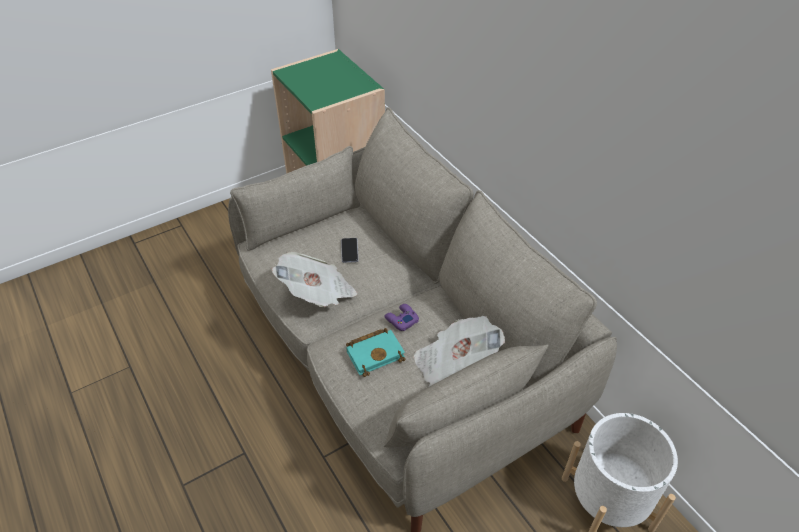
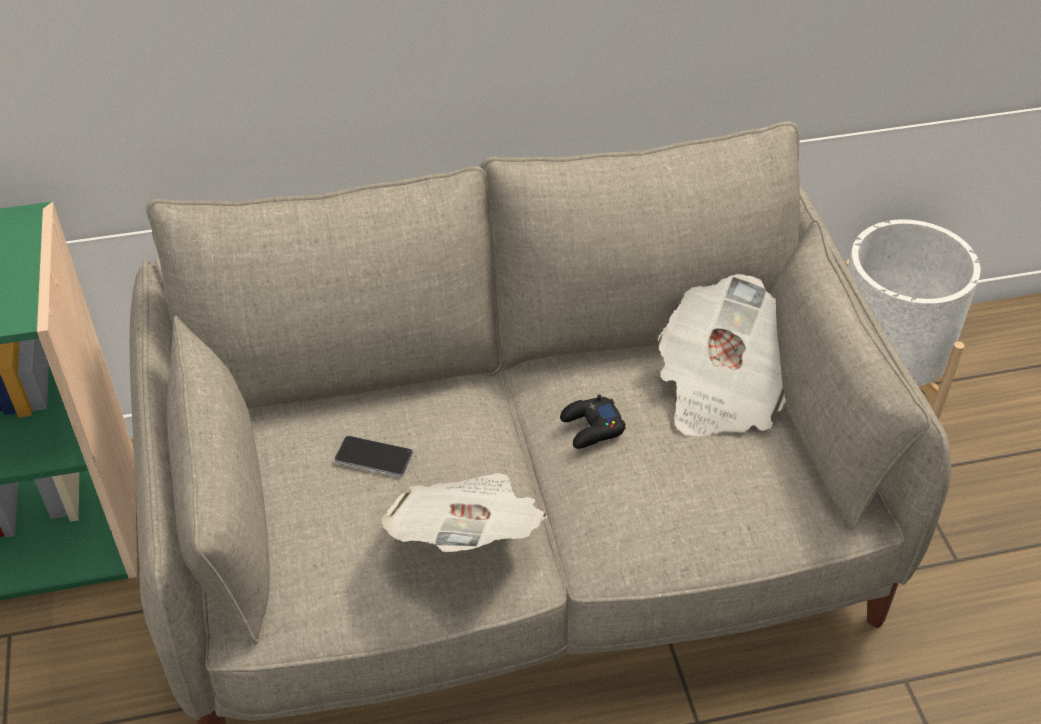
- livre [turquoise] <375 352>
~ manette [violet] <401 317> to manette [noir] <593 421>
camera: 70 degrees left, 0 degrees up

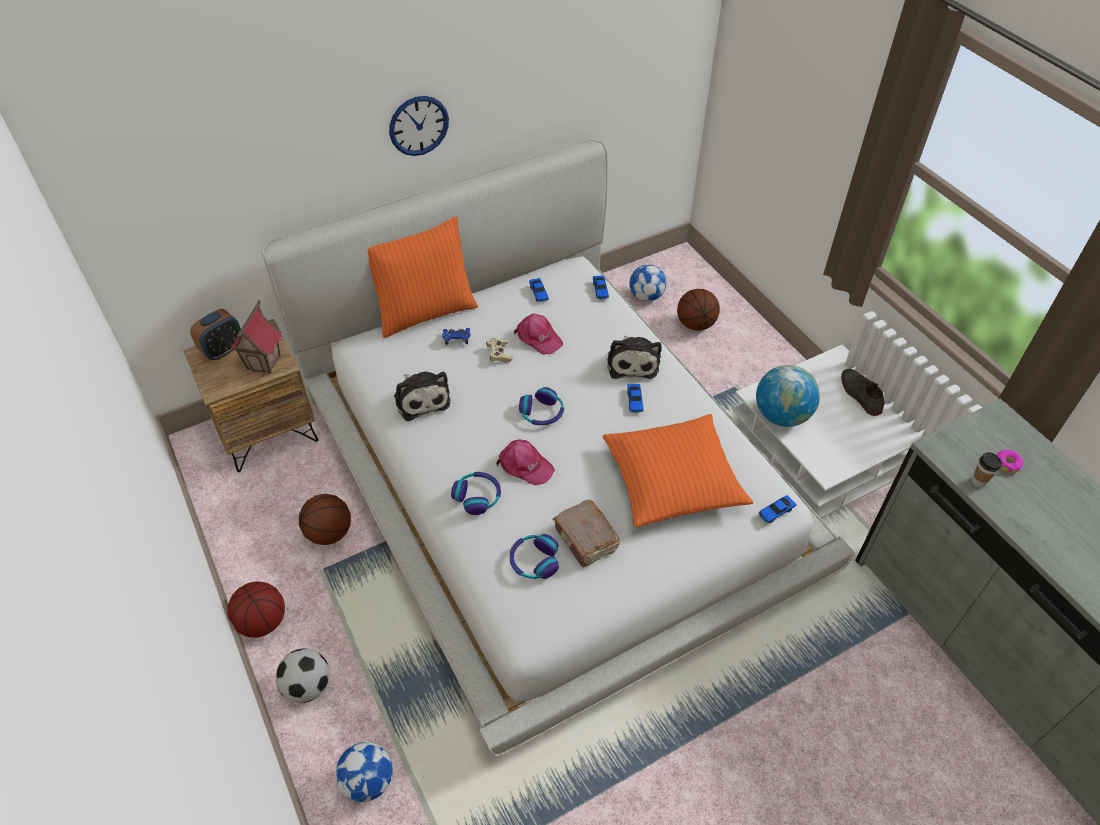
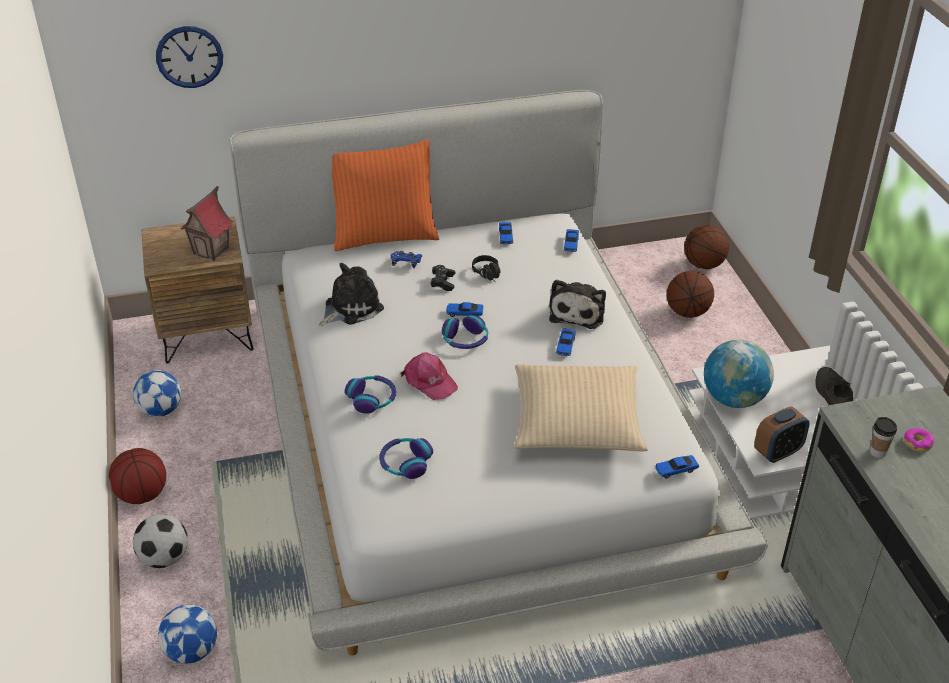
~ réveil <215 334> to <782 434>
~ ballon de basket <325 519> to <706 247>
~ horloge murale <419 126> to <189 57>
~ peluche <422 396> = <352 294> 120 degrees counterclockwise
~ manette [beige] <499 350> to manette [noir] <443 278>
~ casquette [rose] <538 334> to casque audio [noir] <486 268>
- livre [marron] <586 534>
~ coussin [orange] <678 470> to coussin [beige] <581 408>
~ ballon de foot <648 283> to <157 393>
+ petite voiture <464 309>
camera: 15 degrees right, 10 degrees down

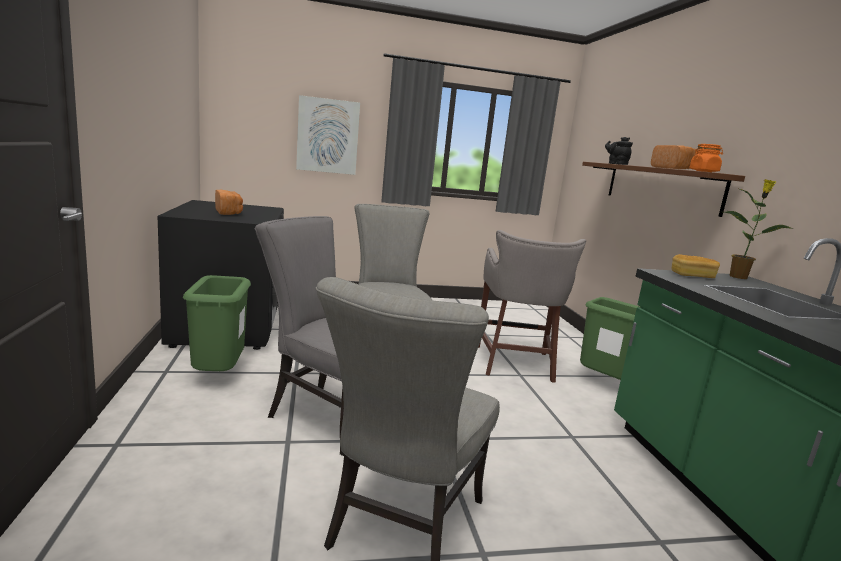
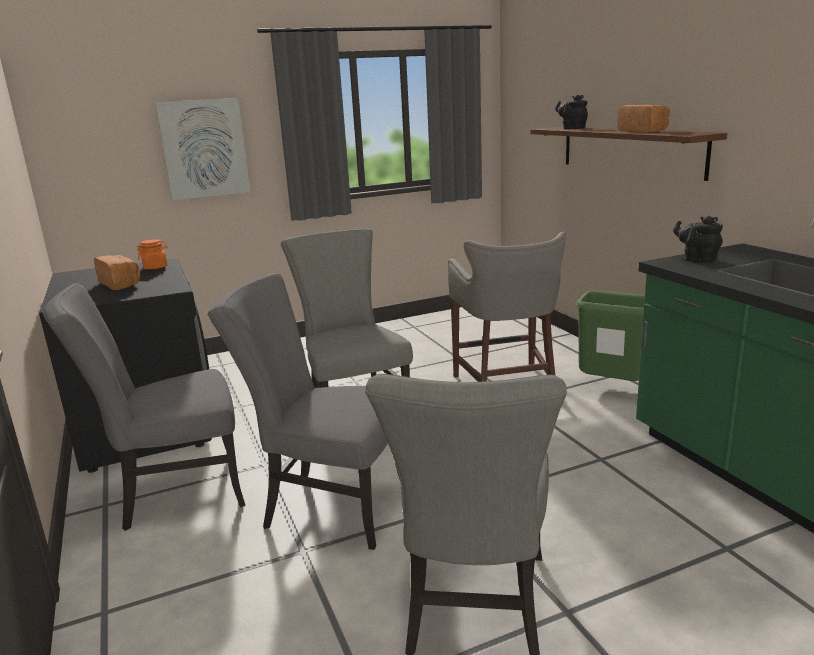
~ poubelle [vert] <217 323> to chaise [gris] <144 407>
~ pain <696 266> to théière [noir] <698 239>
~ bocal [orange] <706 158> to <152 254>
- plante en pot <759 229>
camera: 10 degrees left, 5 degrees up

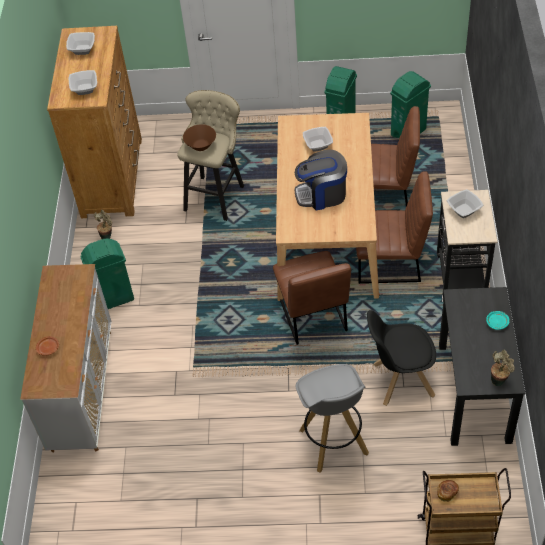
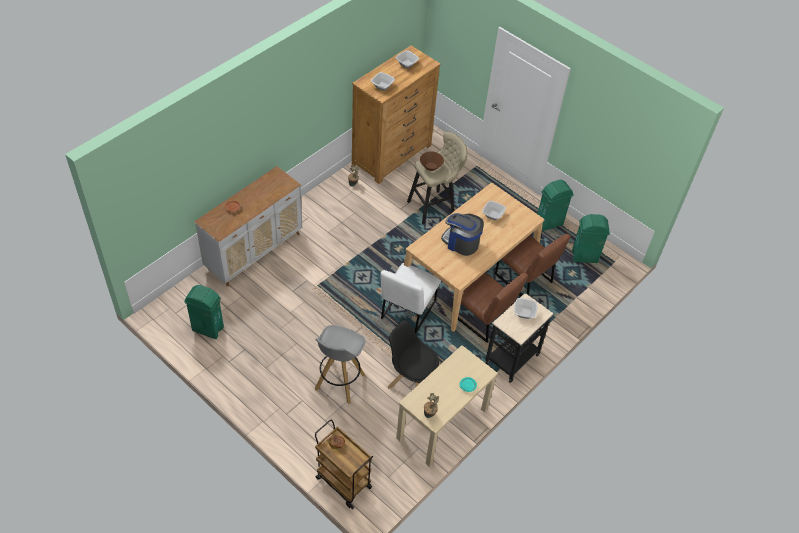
~ poubelle [vert] <107 274> to <204 312>
~ chaise [marron] <312 298> to chaise [blanc] <410 298>
~ bureau [noir] <482 366> to bureau [beige] <447 406>
camera: 35 degrees right, 0 degrees up

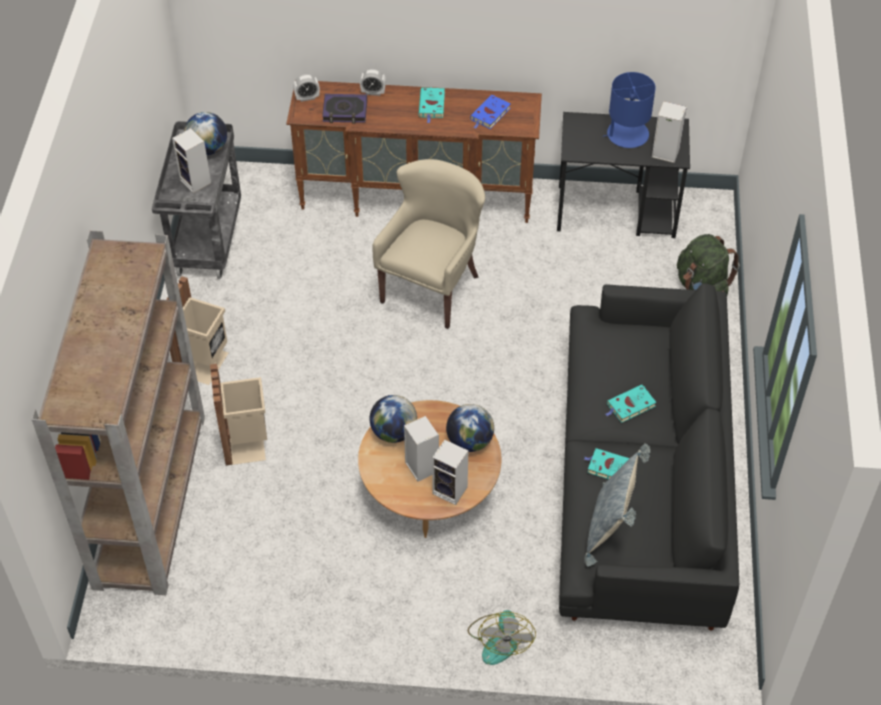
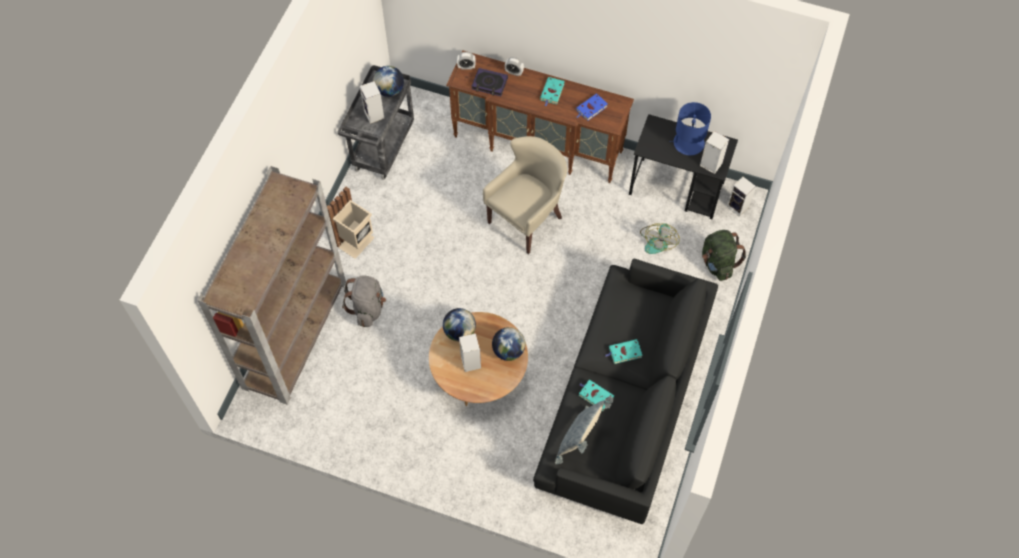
~ poubelle [beige] <238 415> to sac à dos [gris] <364 301>
~ enceinte <450 472> to <741 197>
~ ventilateur <502 637> to <660 238>
camera: 15 degrees right, 10 degrees up

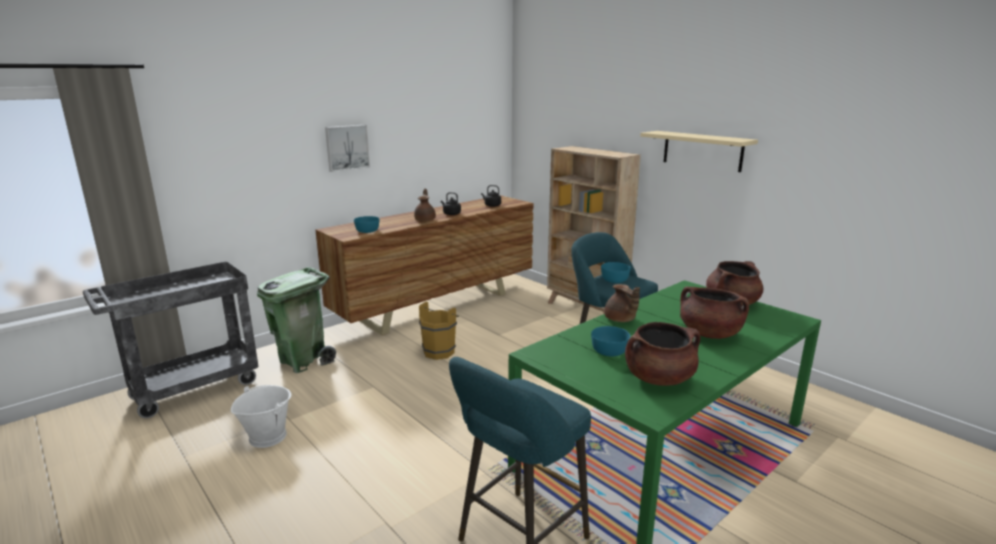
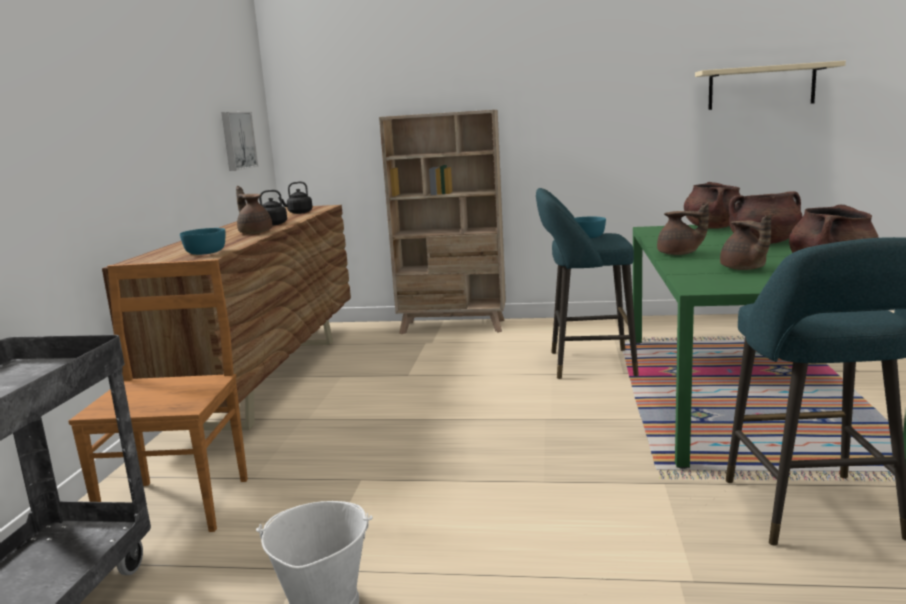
~ poubelle [vert] <296 320> to chaise [marron] <158 395>
~ tableau <347 148> to <239 141>
- seau [marron] <439 330>
~ bol [turquoise] <610 341> to théière [marron] <745 242>
~ étagère [beige] <699 151> to <770 85>
camera: 40 degrees left, 5 degrees down

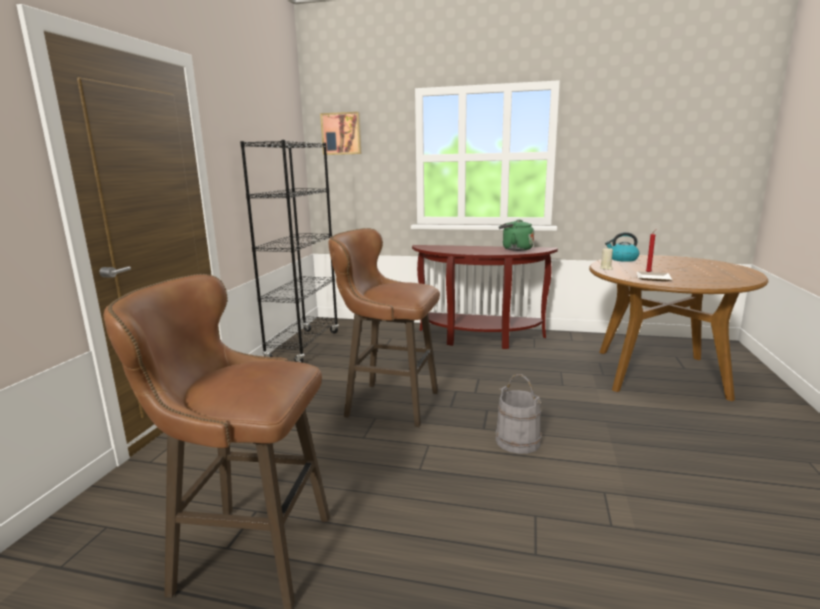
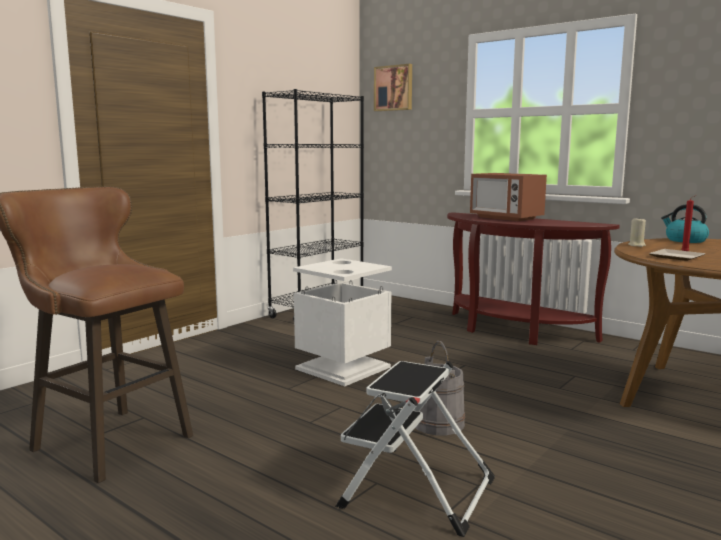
~ tabouret [marron] <384 327> to poubelle [blanc] <342 322>
- bouilloire [vert] <516 235>
+ escabeau <415 449>
+ micro-ondes <508 197>
camera: 25 degrees right, 5 degrees down

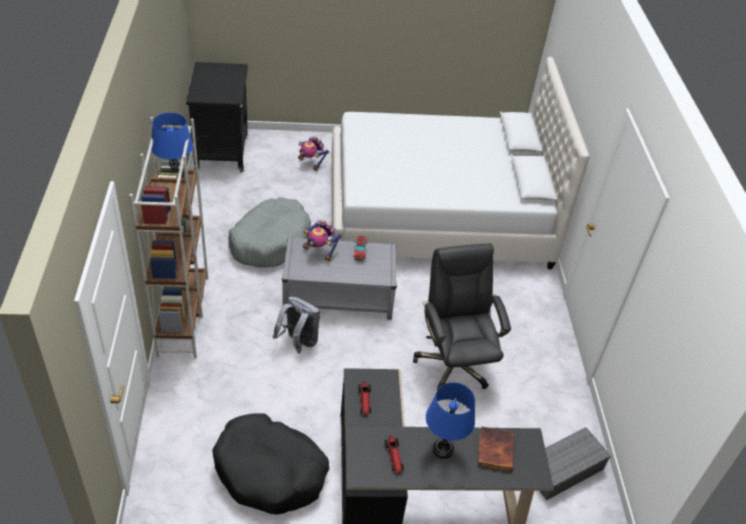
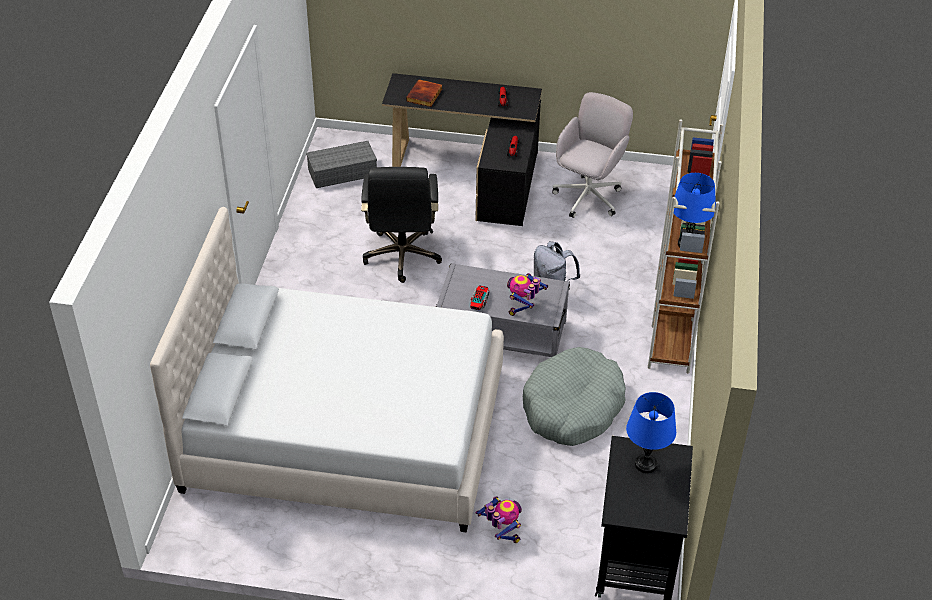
~ panier pour chien [noir] <270 464> to chaise de bureau [gris] <592 155>
~ robot jouet <322 240> = <527 294> 105 degrees counterclockwise
~ lampe de table [bleu] <450 420> to <651 432>
camera: 165 degrees left, 0 degrees up

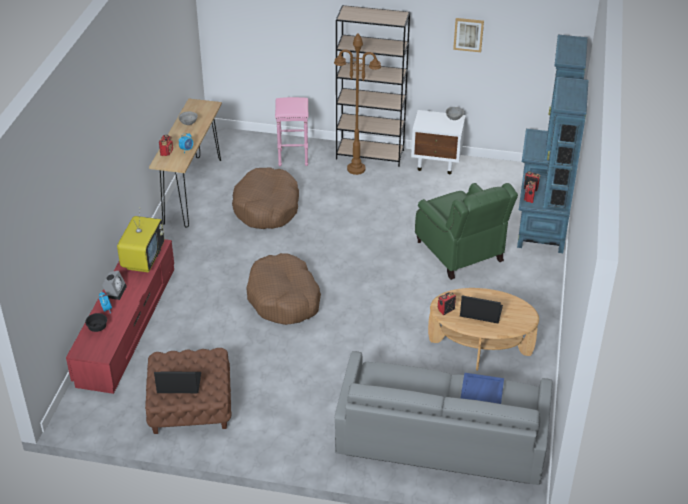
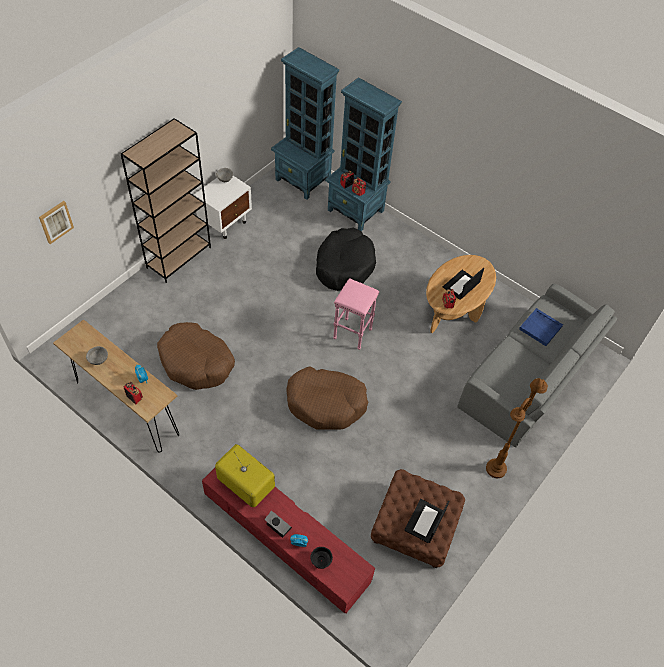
~ tabouret [rose] <291 131> to <356 314>
~ lampadaire [marron] <357 104> to <517 428>
~ fauteuil [vert] <466 231> to panier pour chien [noir] <346 259>
~ tableau <468 35> to <56 222>
camera: 65 degrees left, 15 degrees up

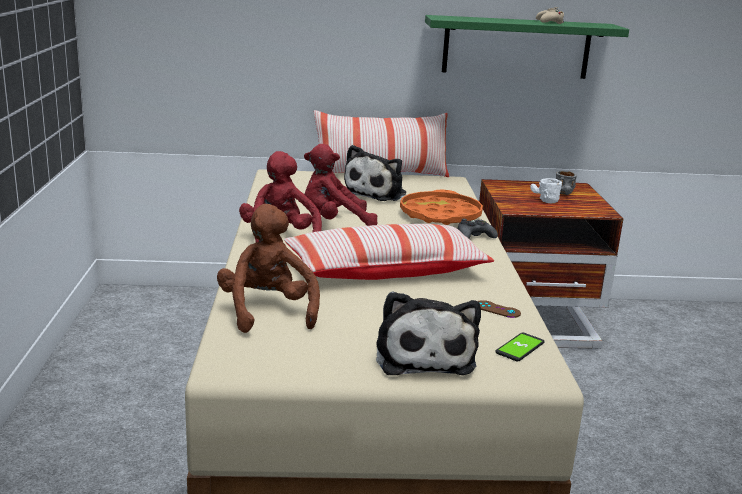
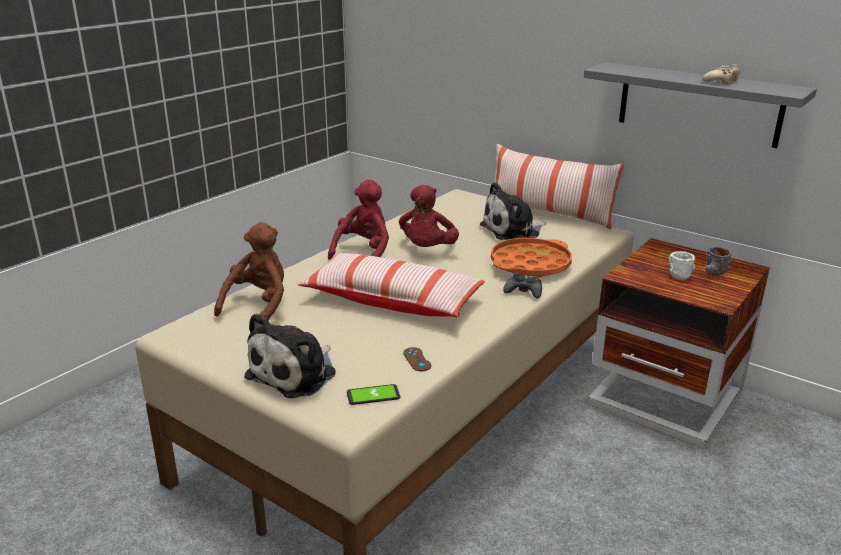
~ peluche [rouge] <341 185> = <429 216> 105 degrees counterclockwise
~ étagère [vert] <527 47> to étagère [gris] <700 105>
camera: 40 degrees right, 5 degrees up

